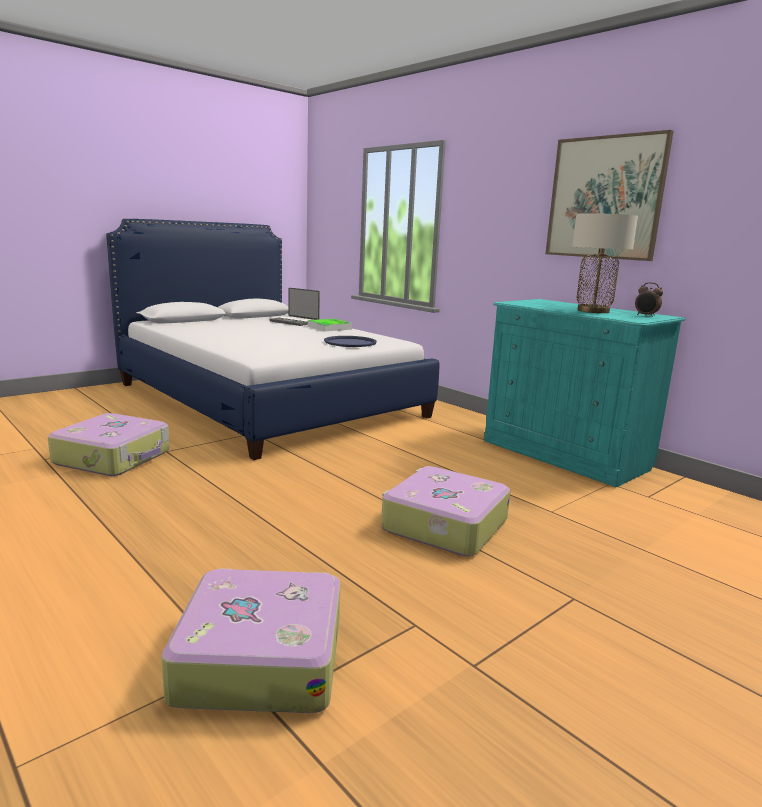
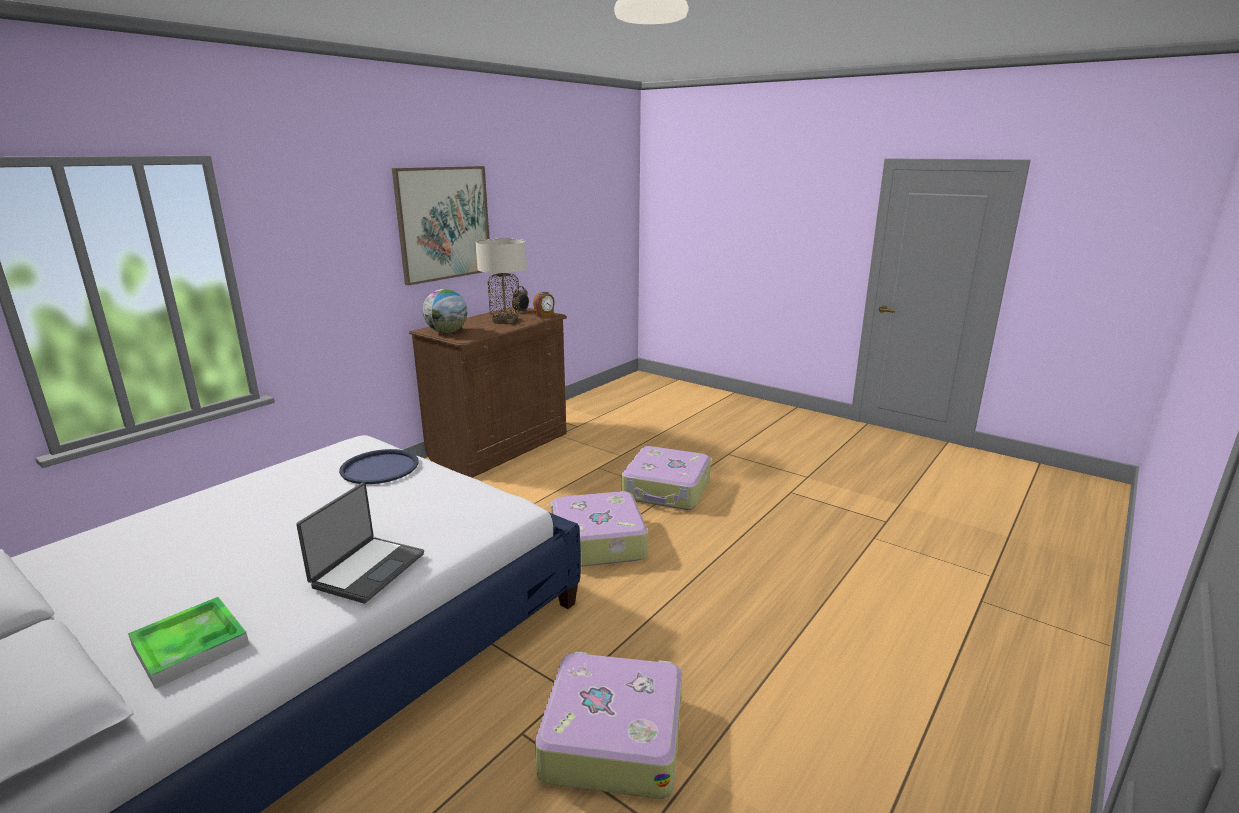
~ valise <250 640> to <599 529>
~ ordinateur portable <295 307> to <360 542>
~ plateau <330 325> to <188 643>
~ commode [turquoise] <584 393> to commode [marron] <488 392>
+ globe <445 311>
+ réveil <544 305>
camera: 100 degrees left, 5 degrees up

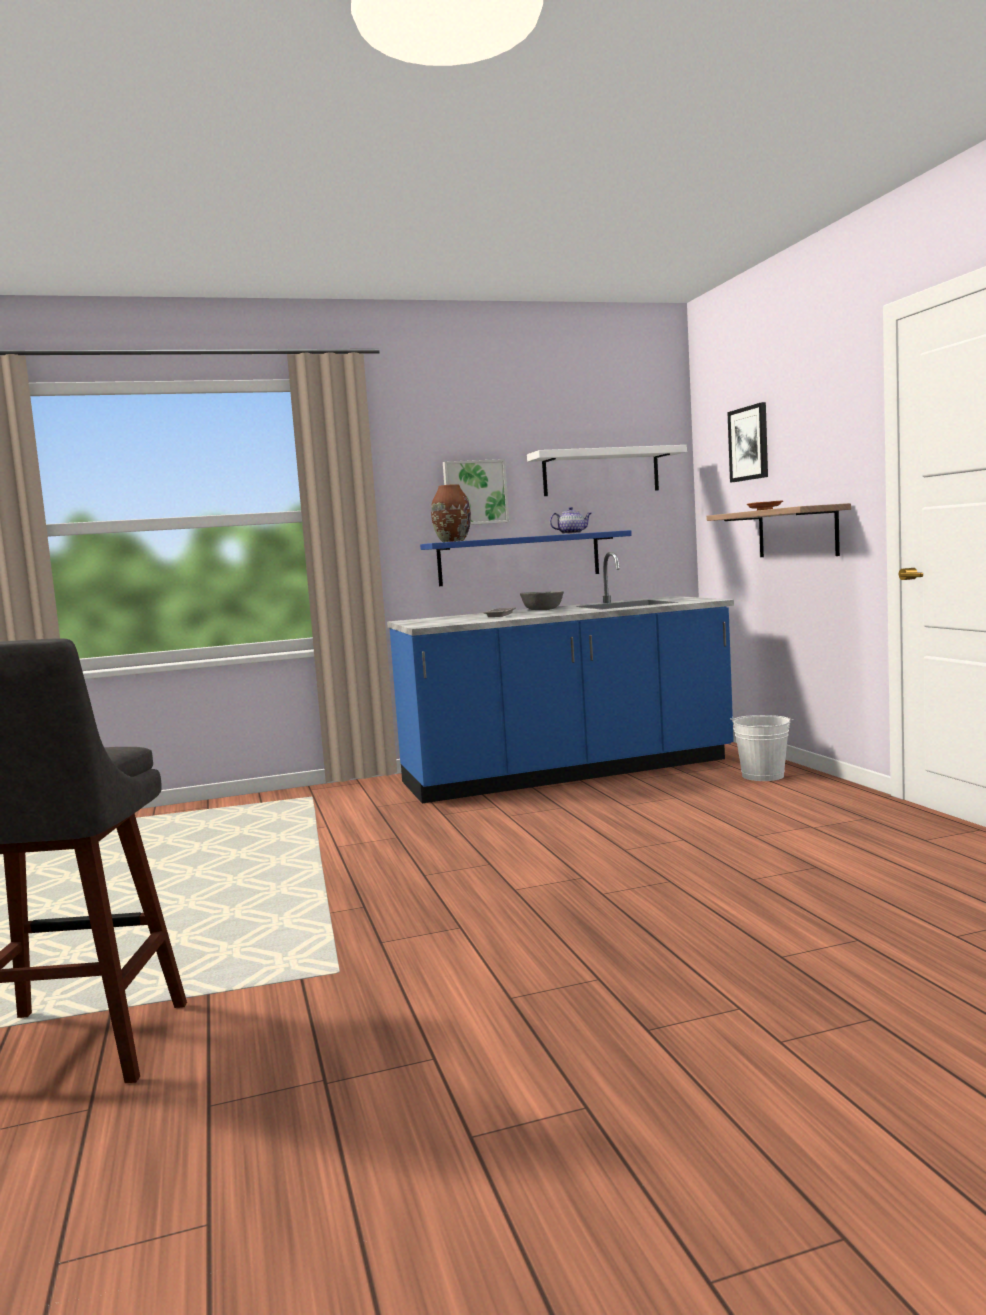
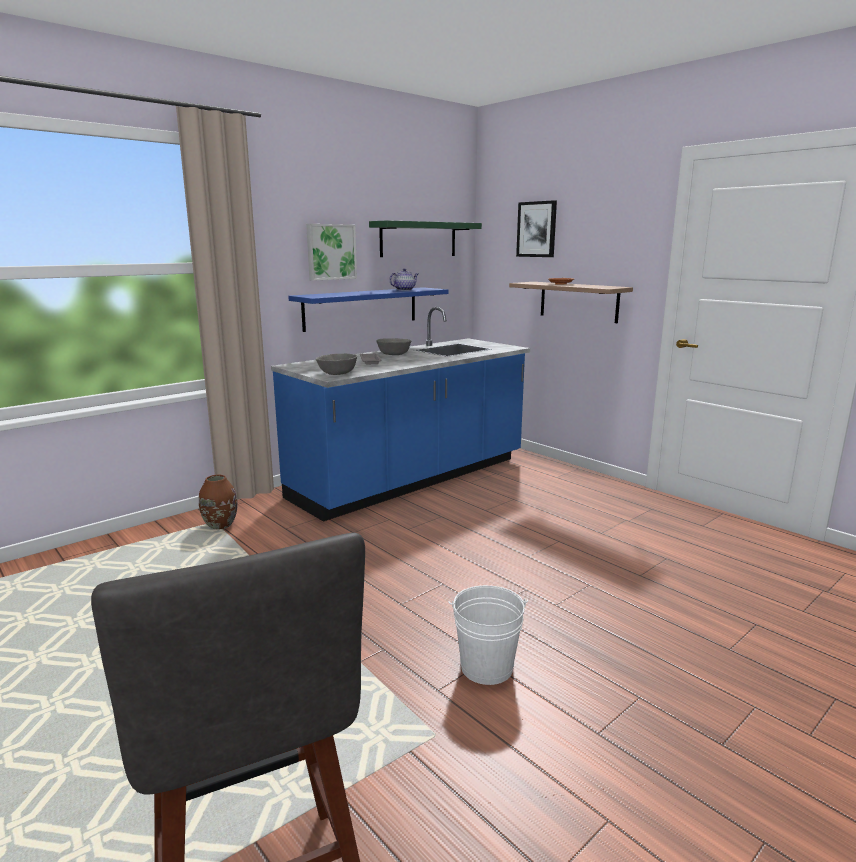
~ vase [marron] <451 513> to <218 502>
~ étagère [blanc] <607 470> to étagère [vert] <425 238>
~ seau [blanc] <762 748> to <488 635>
+ bol [gris] <336 364>
camera: 25 degrees left, 10 degrees up

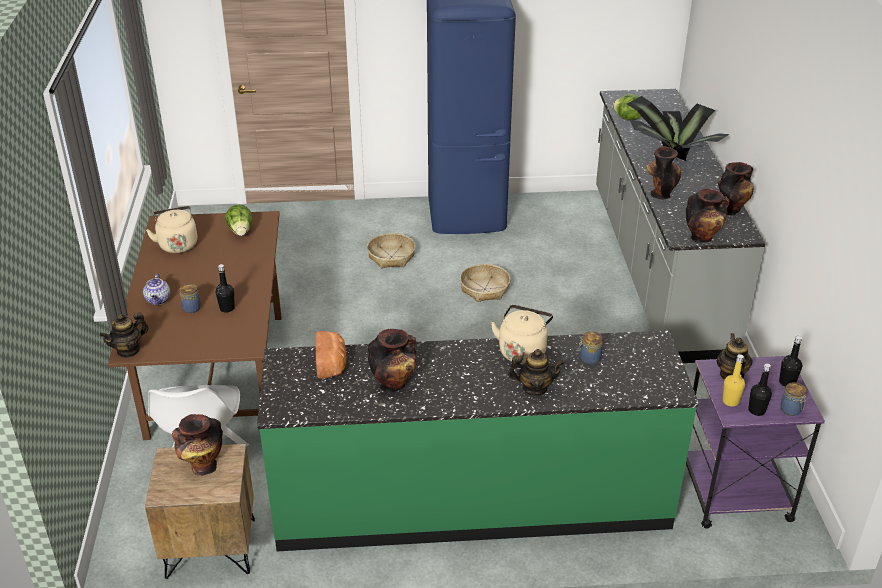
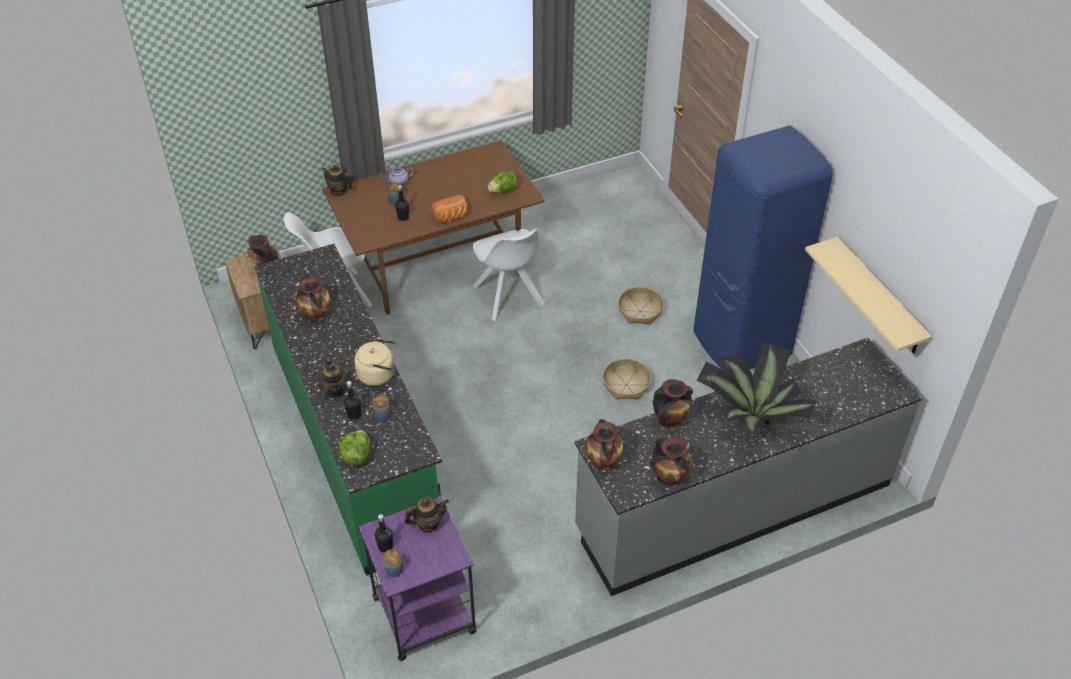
- bouilloire [beige] <171 229>
~ pain <331 355> to <449 209>
~ laitue <627 107> to <355 447>
- bouteille [jaune] <733 380>
~ bouteille [noir] <790 361> to <352 400>
+ chaise [blanc] <508 275>
+ étagère [beige] <868 295>
camera: 70 degrees right, 10 degrees up

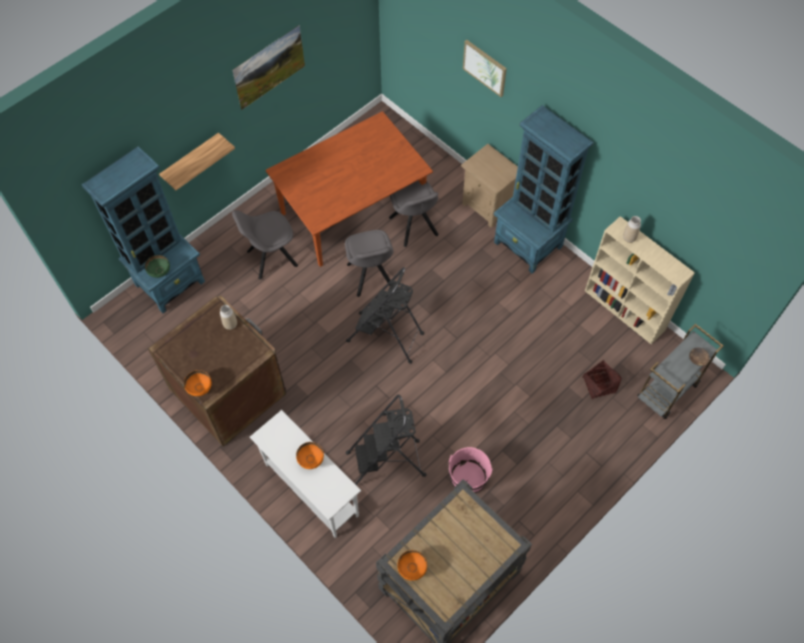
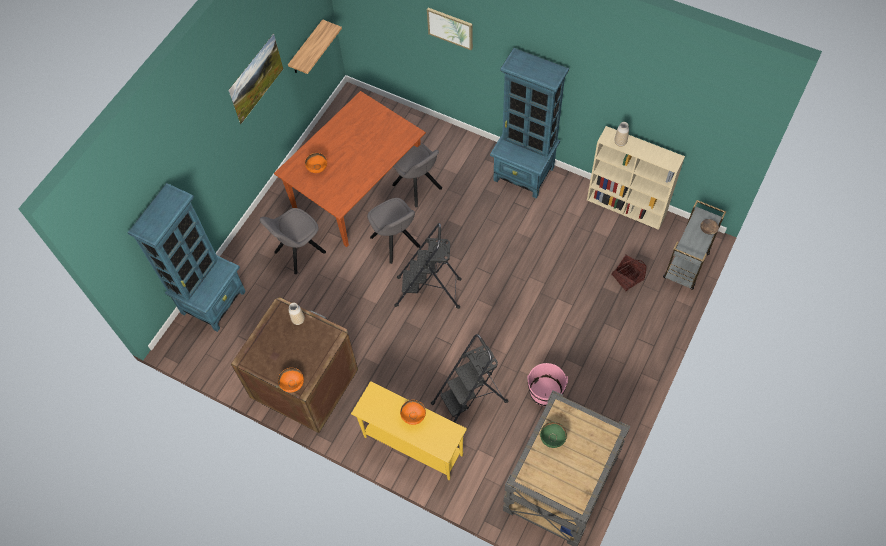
~ bol [vert] <157 266> to <553 435>
~ étagère <197 161> to <315 46>
~ table console [blanc] <305 474> to table console [jaune] <409 430>
~ bol [orange] <412 565> to <316 163>
- table de chevet [beige] <489 186>
camera: 15 degrees left, 0 degrees up

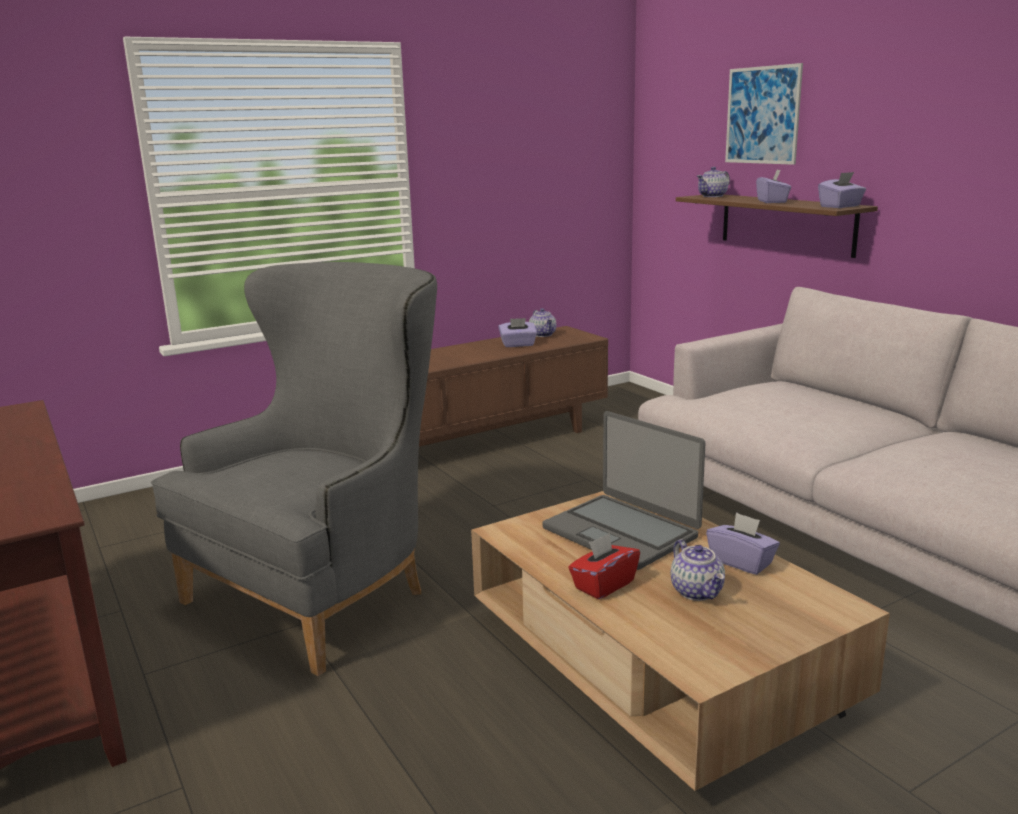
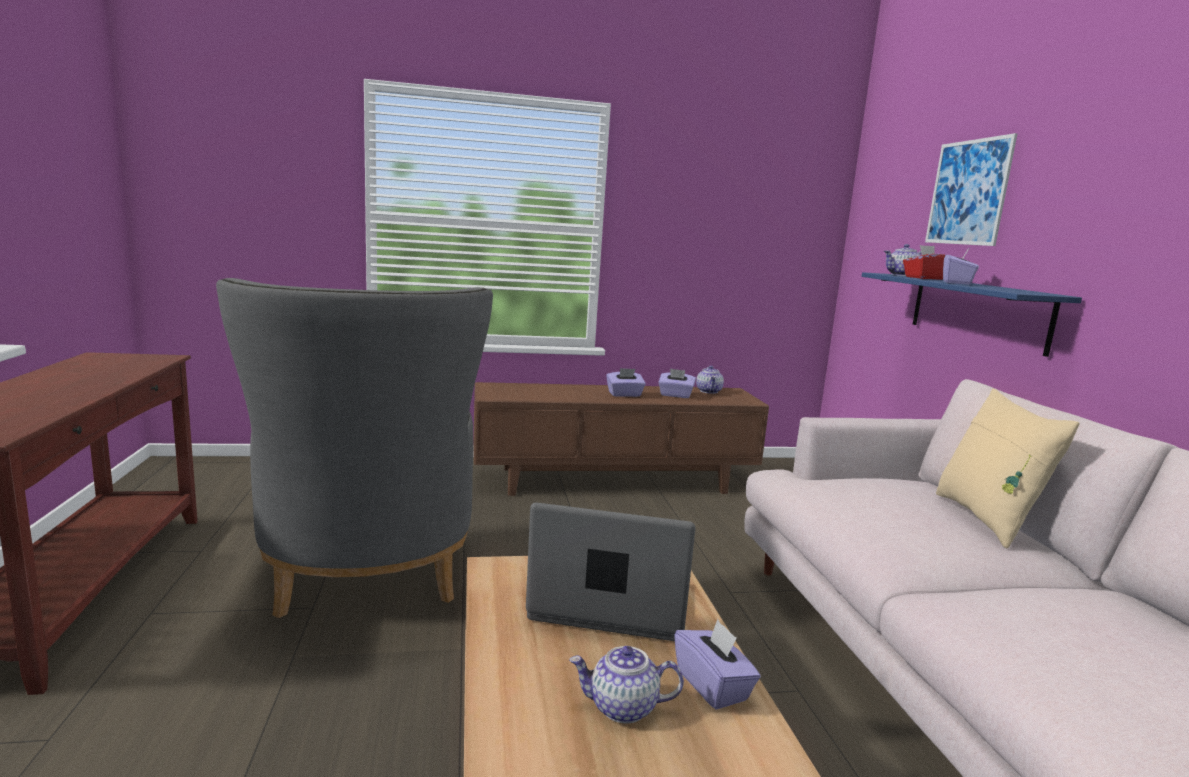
~ fauteuil [gris] <294 469> = <354 448> 105 degrees clockwise
~ ordinateur portable <623 490> = <610 571> 120 degrees clockwise
~ boîte à mouchoirs [rouge] <604 566> to <924 262>
~ théière <698 570> = <626 685> 90 degrees clockwise
~ étagère [marron] <777 226> to étagère [bleu] <972 314>
~ boîte à mouchoirs [violet] <842 190> to <626 382>
+ coussin [beige] <1007 468>
camera: 20 degrees right, 5 degrees down

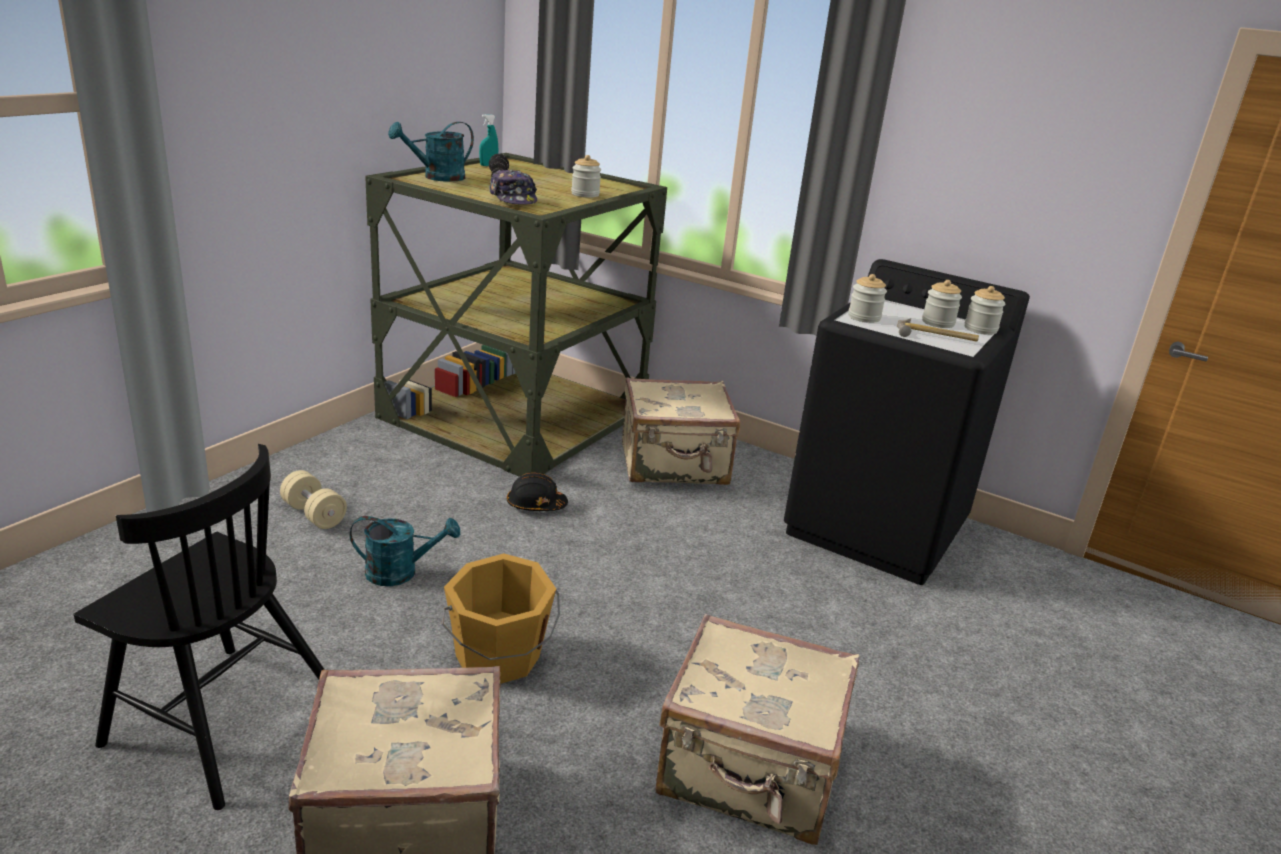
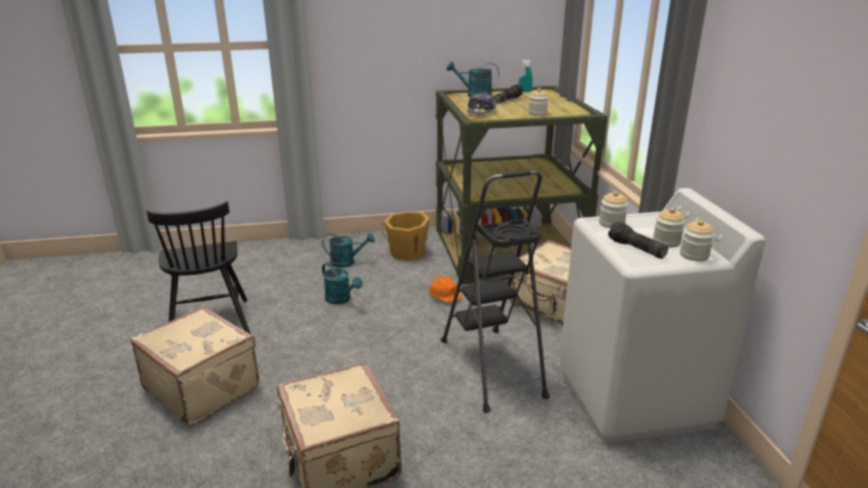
~ haltère [beige] <313 499> to arrosoir [turquoise] <348 250>
~ seau [orange] <501 619> to <406 235>
~ casque de chantier [noir] <537 491> to casque de chantier [orange] <445 288>
~ lave-linge [noir] <907 422> to lave-linge [blanc] <662 315>
~ marteau <938 330> to lampe de poche <638 240>
+ escabeau <495 291>
camera: 50 degrees right, 0 degrees up

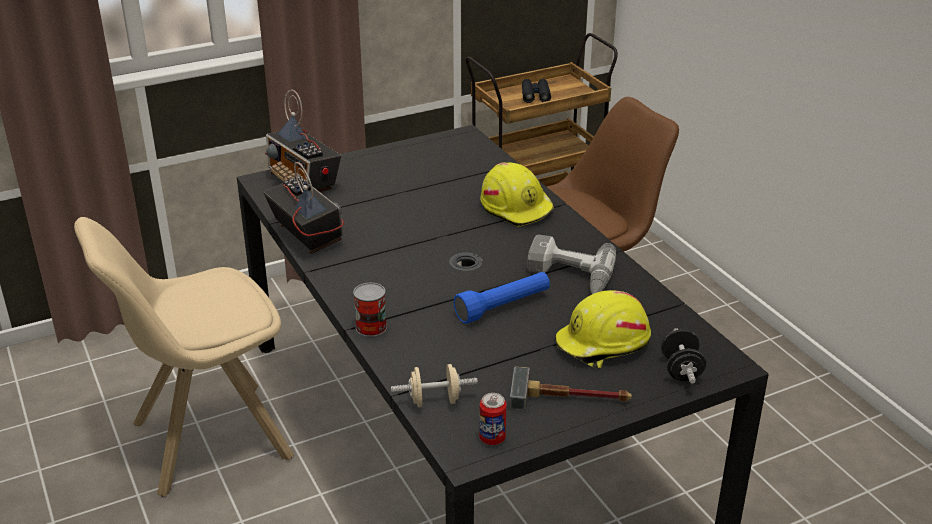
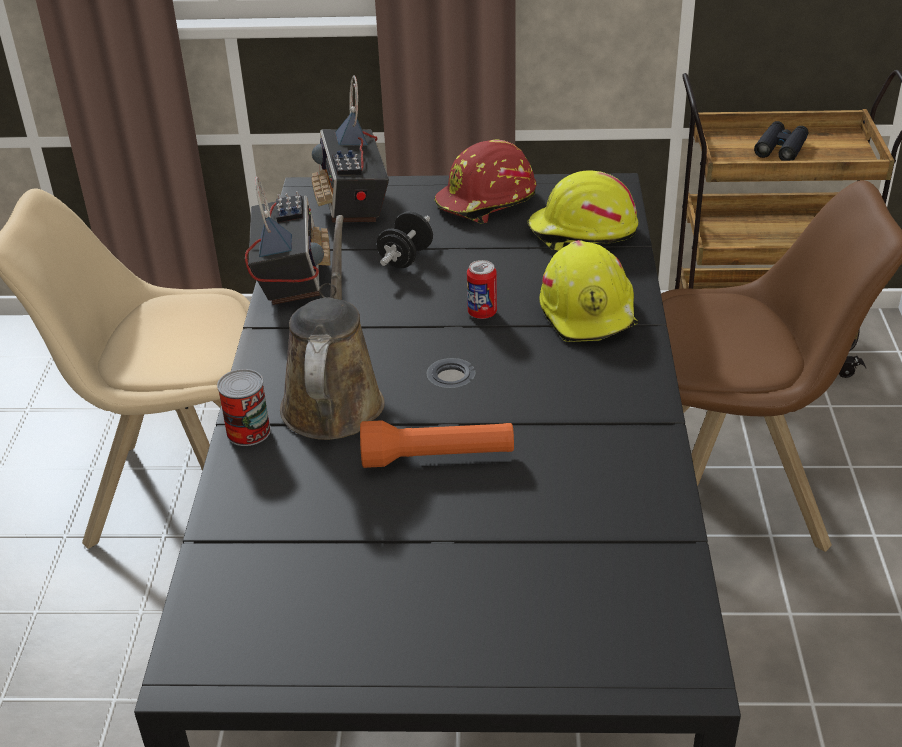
- haltère [beige] <434 385>
~ lampe de poche [bleu] <501 298> to lampe de poche [orange] <437 444>
~ boîte métallique <492 419> to <482 289>
- marteau <571 388>
- perceuse <571 264>
~ casque de chantier [jaune] <603 329> to <582 210>
~ haltère [noir] <683 356> to <405 240>
+ arrosoir [marron] <332 327>
+ casque de chantier [rouge] <485 182>
camera: 30 degrees right, 5 degrees up

